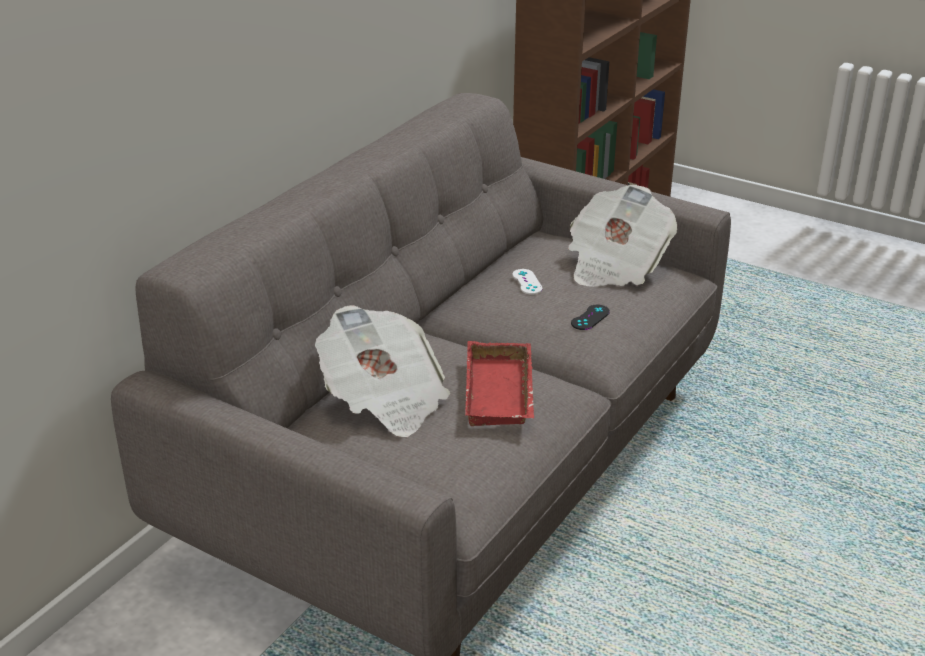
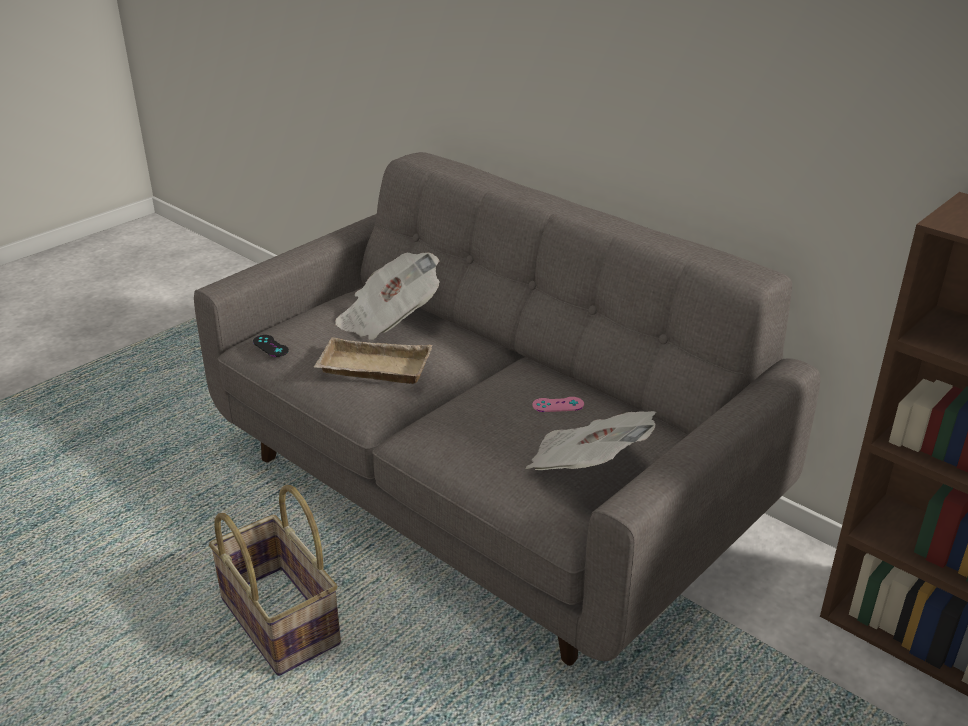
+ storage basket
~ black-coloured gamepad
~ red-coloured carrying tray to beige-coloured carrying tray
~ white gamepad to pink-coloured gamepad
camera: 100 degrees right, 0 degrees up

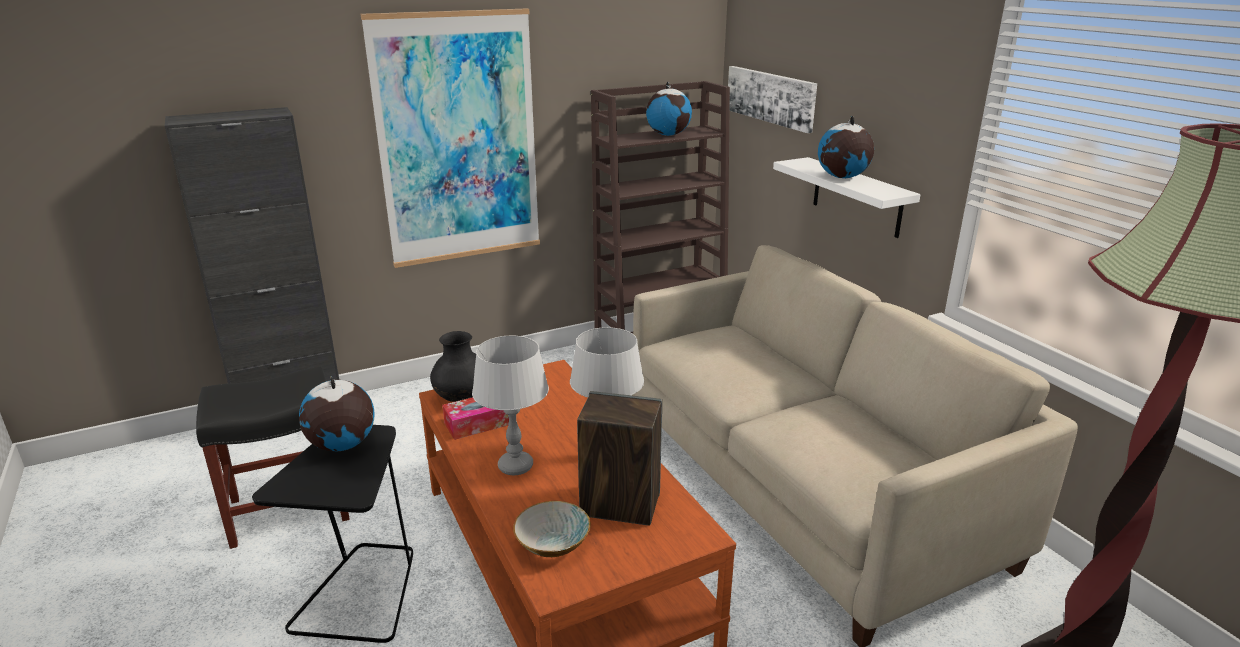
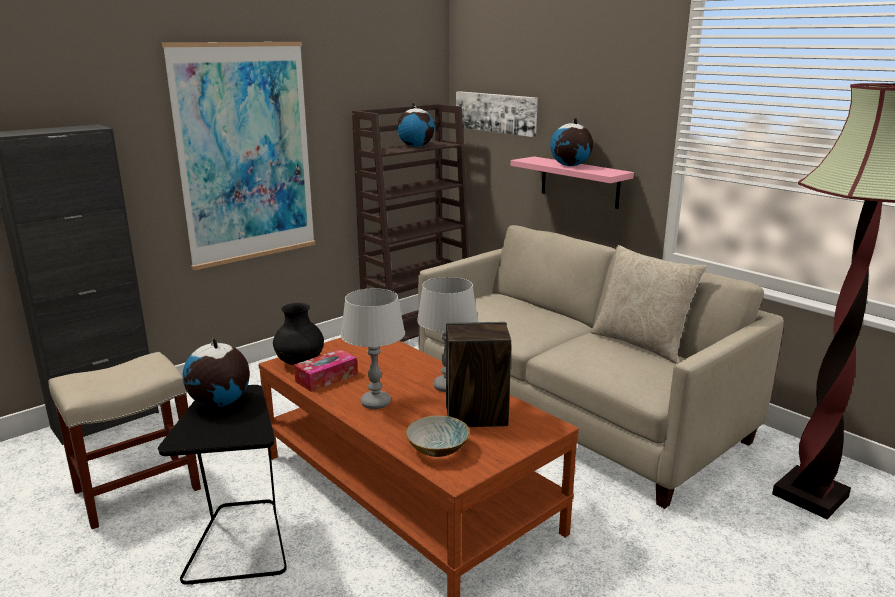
~ black-coloured stool seat to beige-coloured stool seat
~ white bracket shelf to pink-coloured bracket shelf
+ beige-coloured cushion
camera: 15 degrees left, 5 degrees down

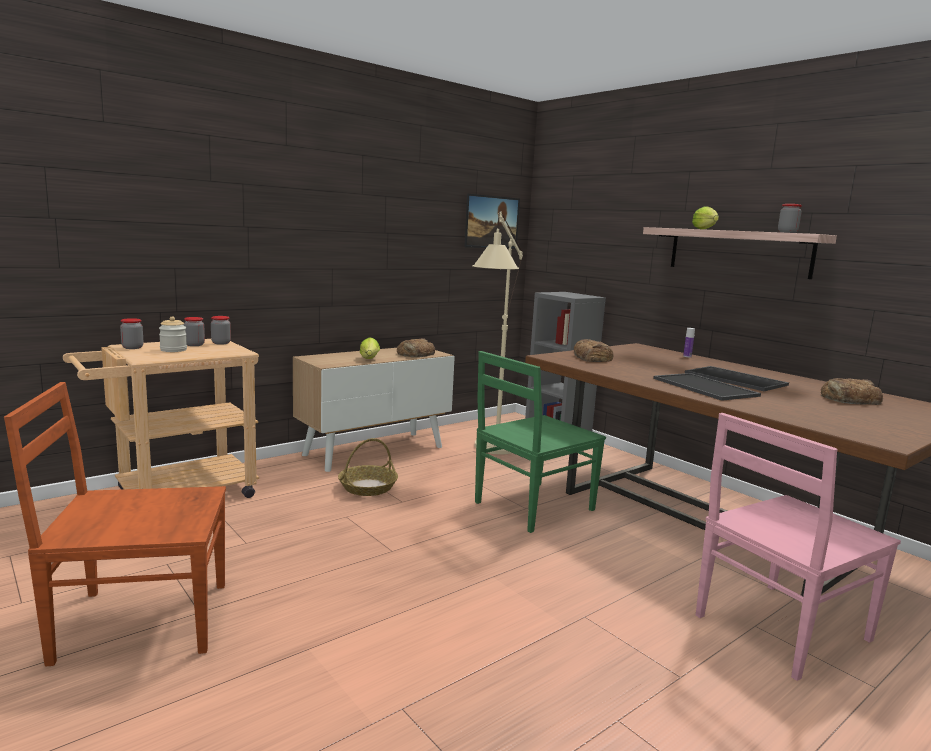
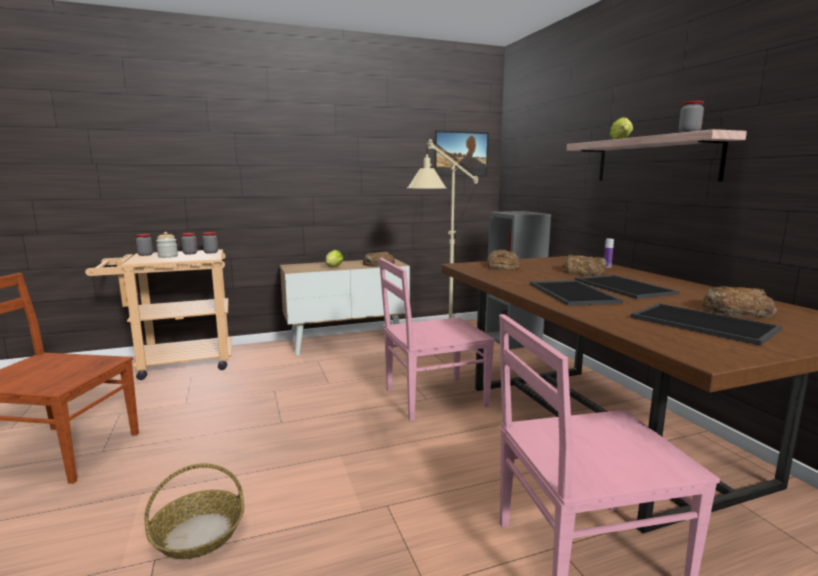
~ storage basket
~ greenish plain chair to pink-coloured plain chair (1st from left)
+ bread (3rd from left)
+ carrying tray (3rd from left)
camera: 20 degrees right, 0 degrees up

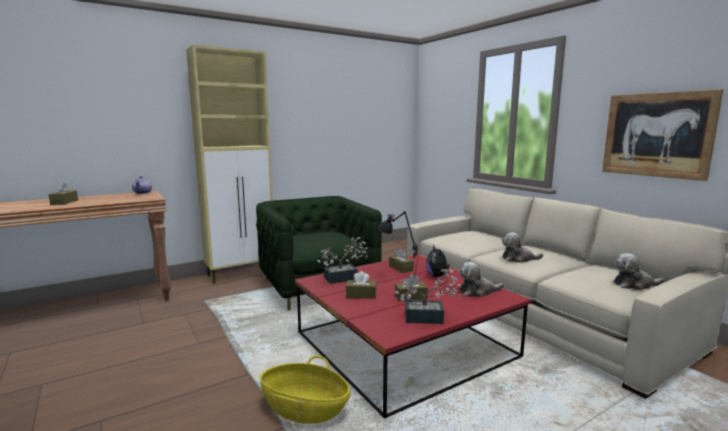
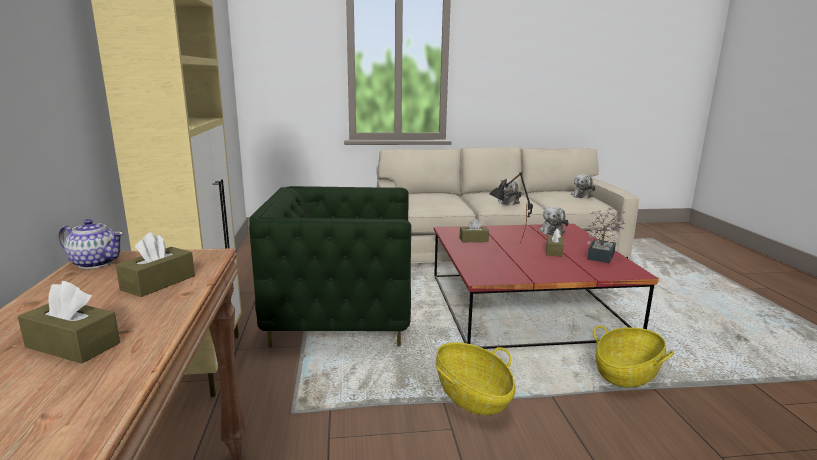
~ brownish box of tissues (2nd from left)
+ storage basket (1st from left)
- potted plant (1st from left)
- cuddly toy (1st from left)
- wall picture
camera: 65 degrees left, 5 degrees up

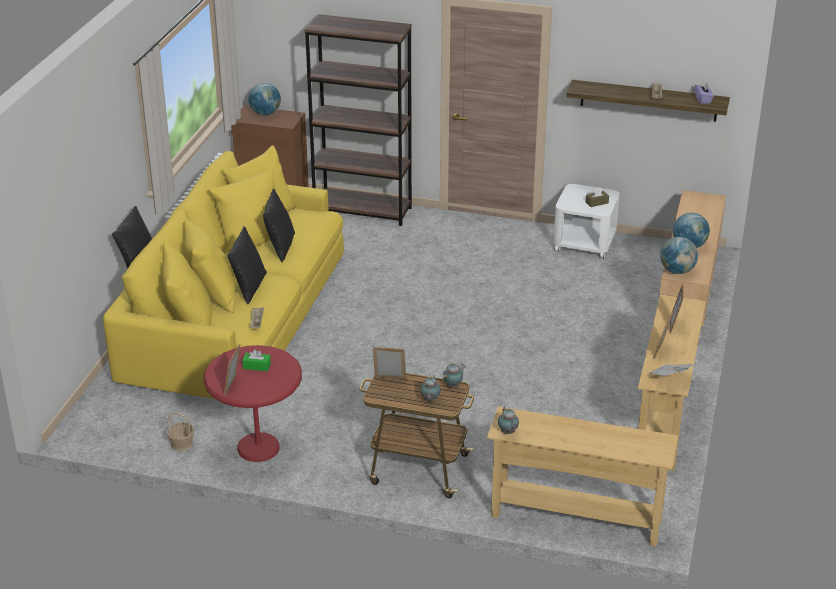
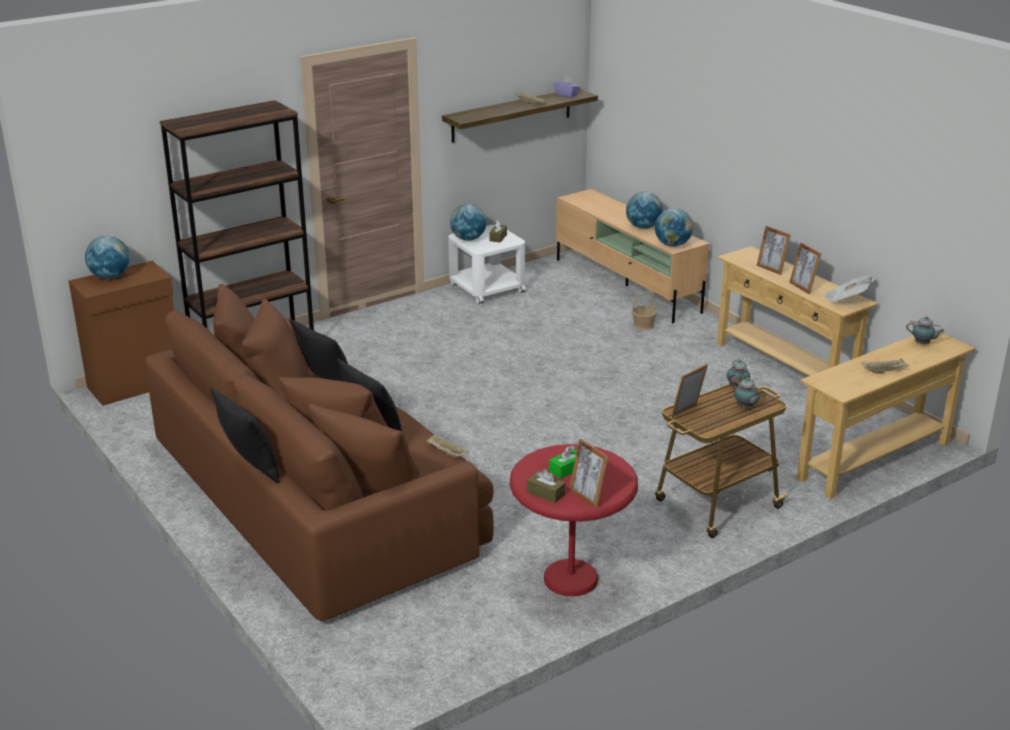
~ yellow-coloured couch to brownish couch
+ globe (2nd from left)
+ brownish box of tissues (2nd from left)
~ storage basket
+ beige-coloured carrying tray (3rd from left)
~ teapot (3rd from left)
camera: 50 degrees left, 5 degrees down

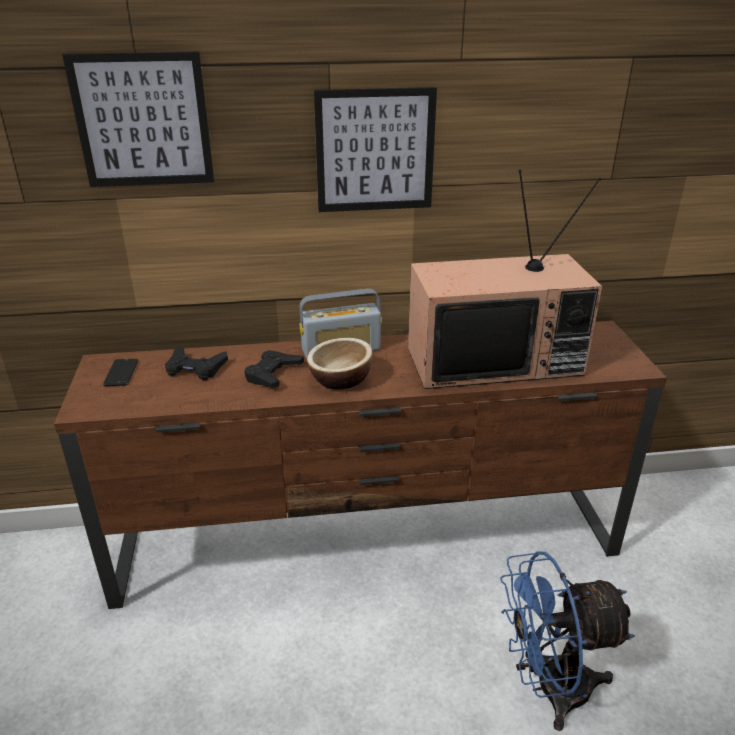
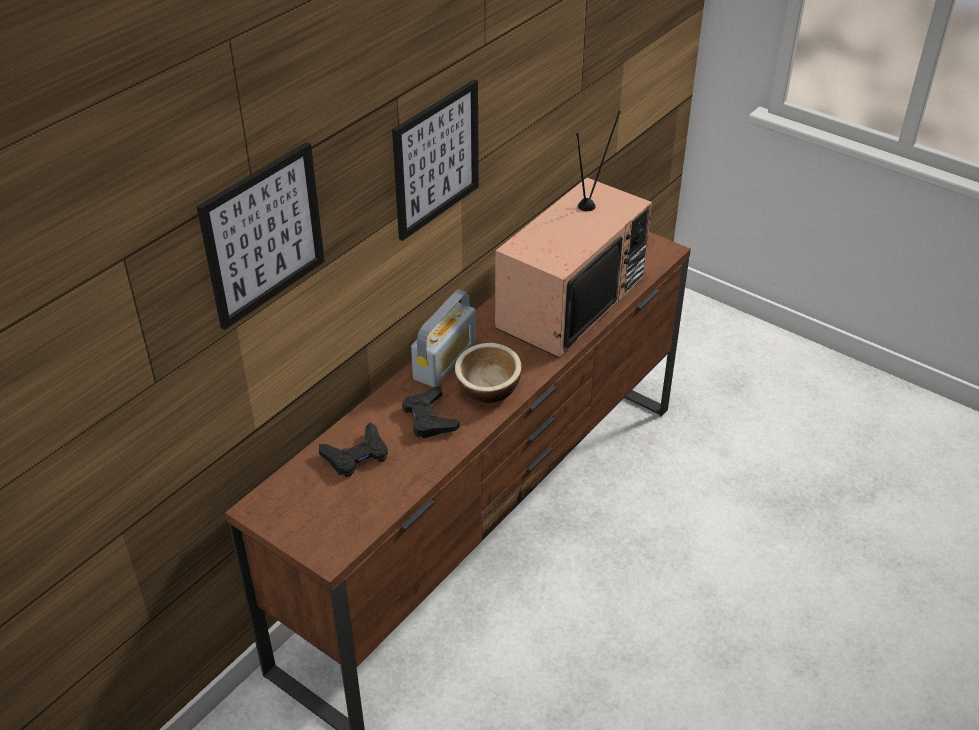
- handset
- bluish cooling fan
camera: 45 degrees left, 10 degrees up

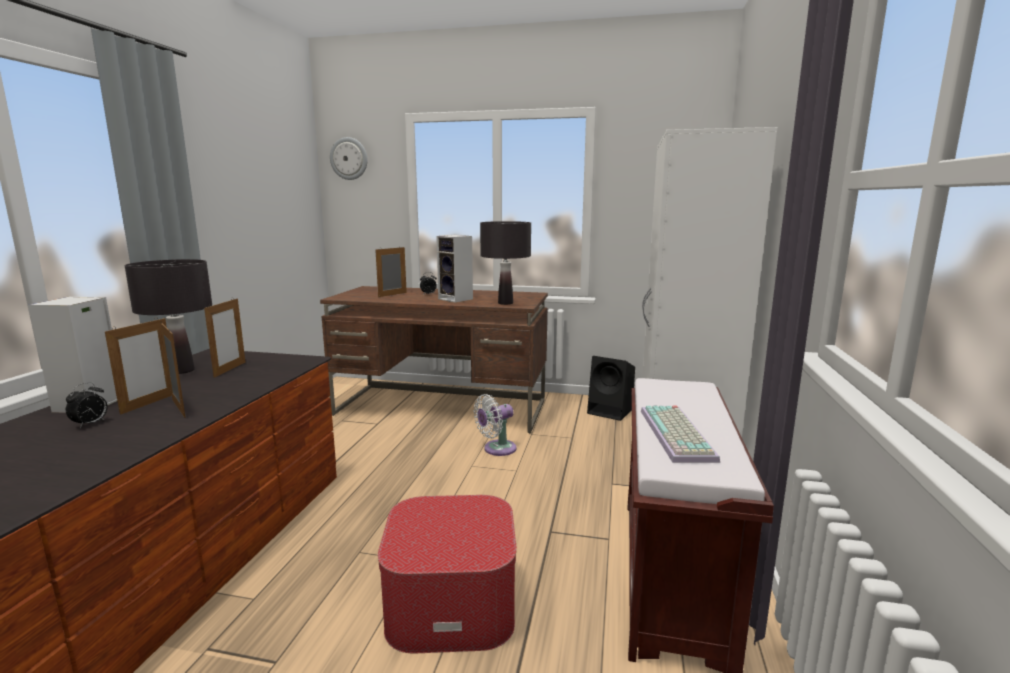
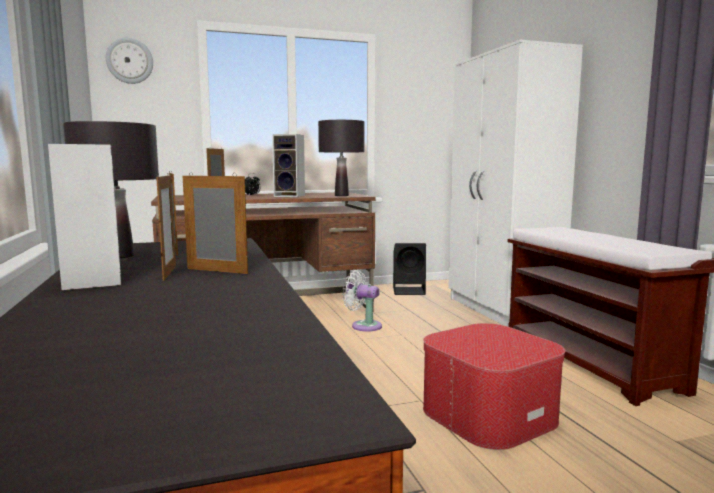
~ white cooling fan 90 degrees clockwise
- alarm clock (1st from left)
- keyboard
camera: 30 degrees left, 5 degrees down

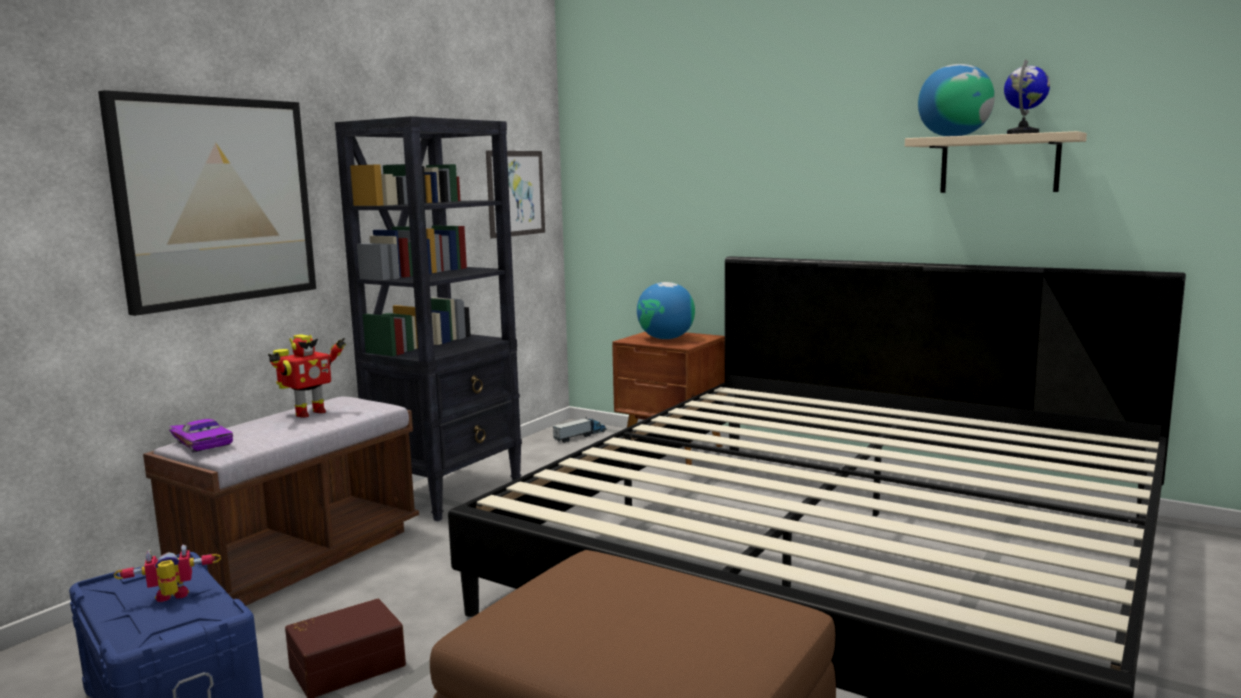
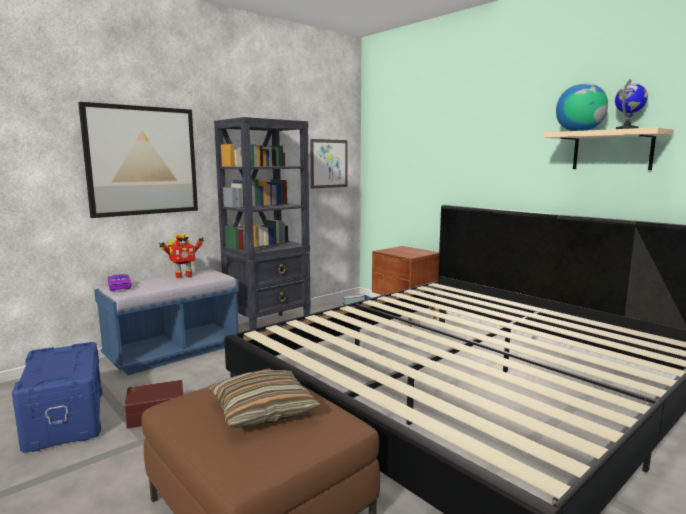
~ brownish long seat to bluish long seat
+ cushion
- robot figure (1st from left)
- globe (1st from left)
camera: 15 degrees right, 0 degrees up

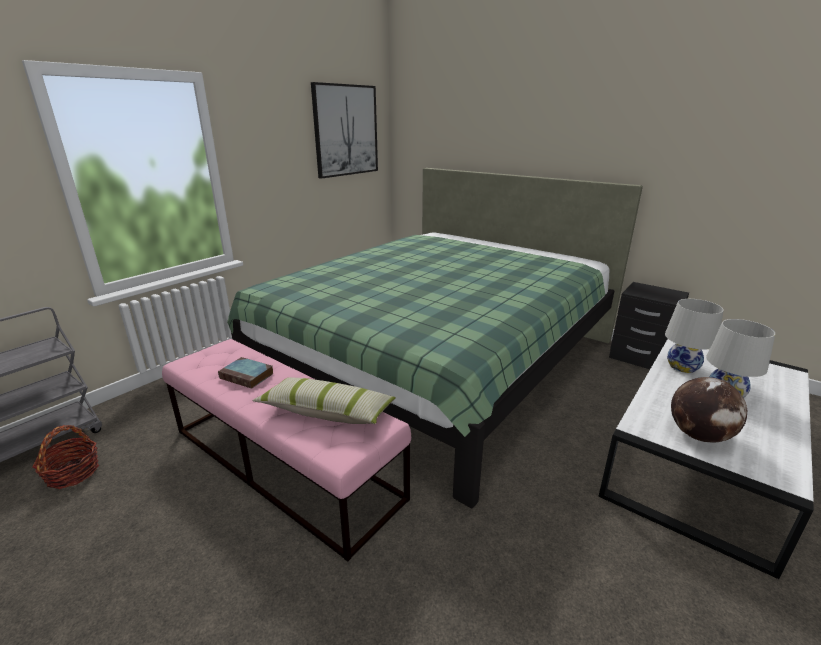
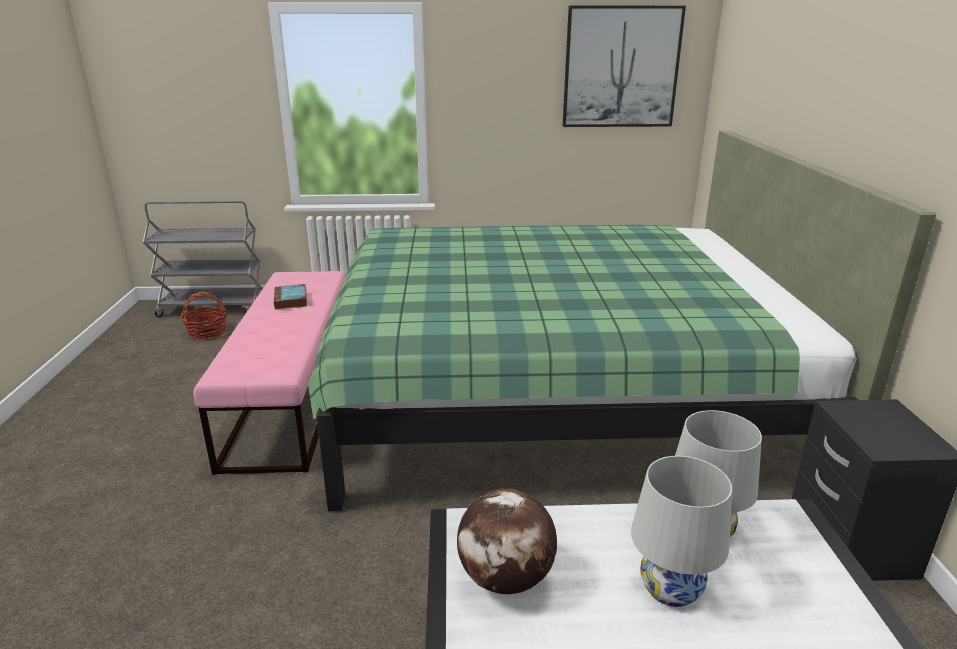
- cushion
camera: 50 degrees right, 0 degrees up

